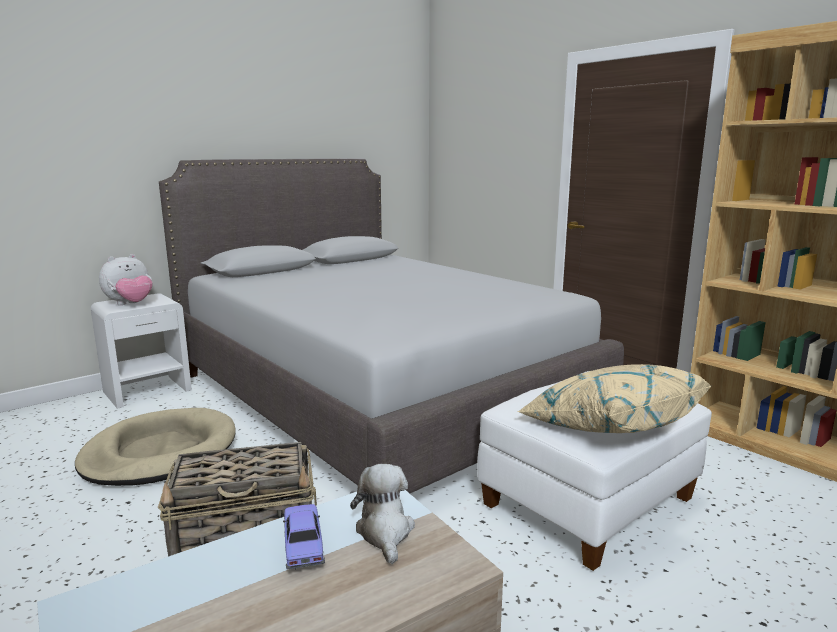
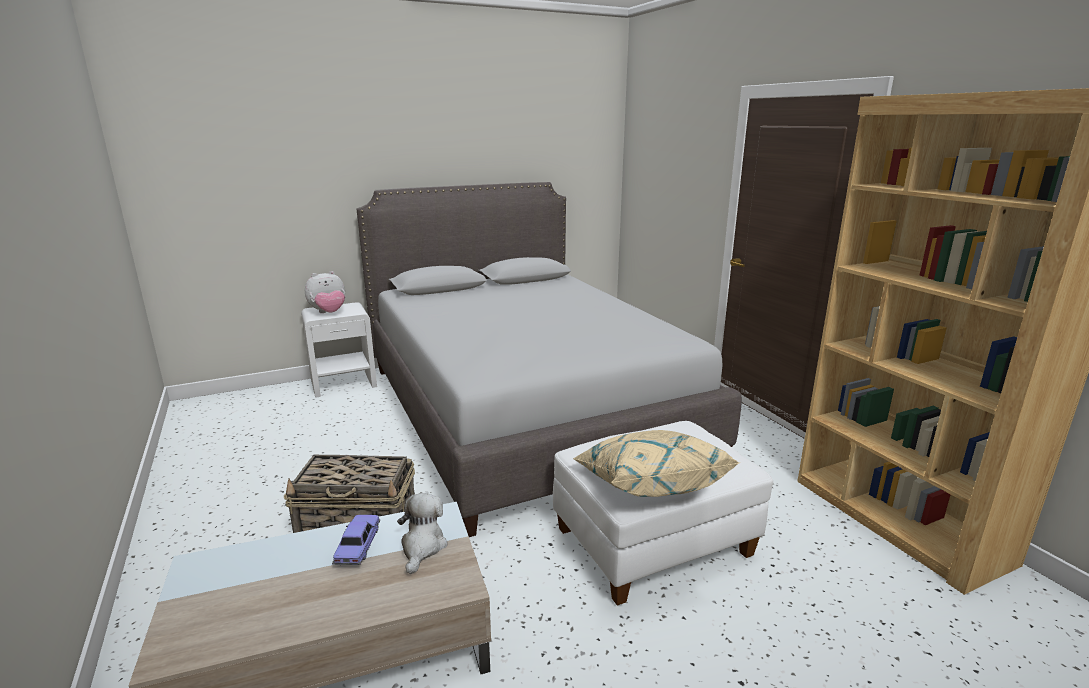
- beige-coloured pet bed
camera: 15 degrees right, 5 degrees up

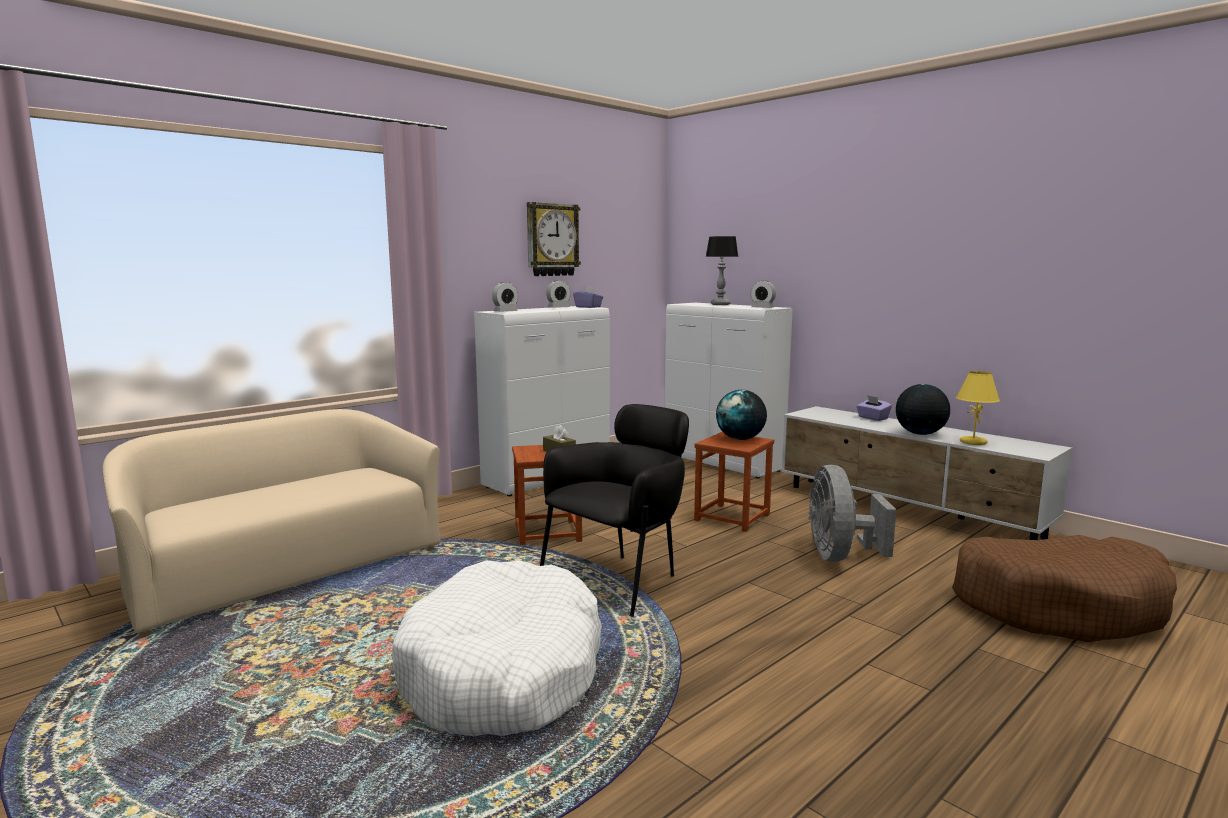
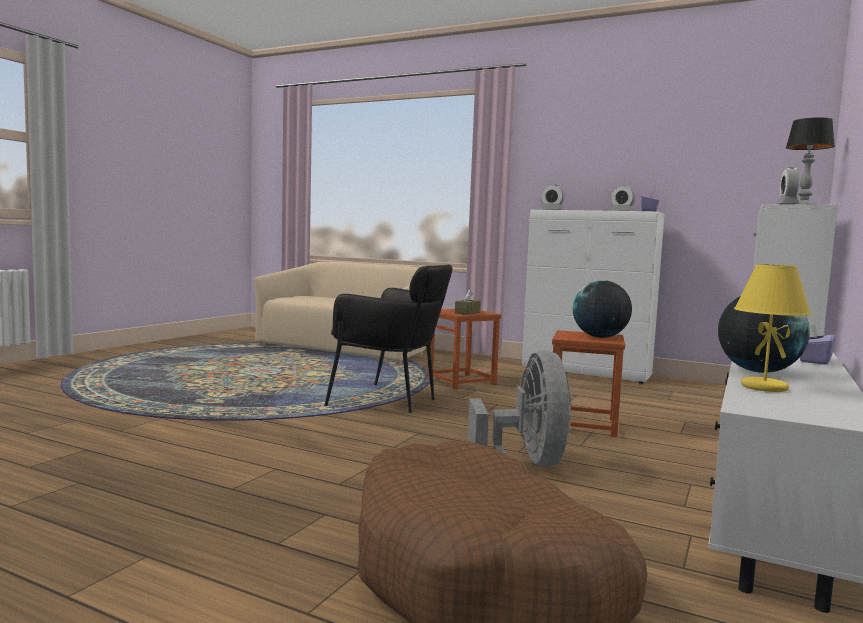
~ greyish cooling fan 105 degrees clockwise
- white pet bed
- hanging clock
camera: 70 degrees right, 5 degrees down

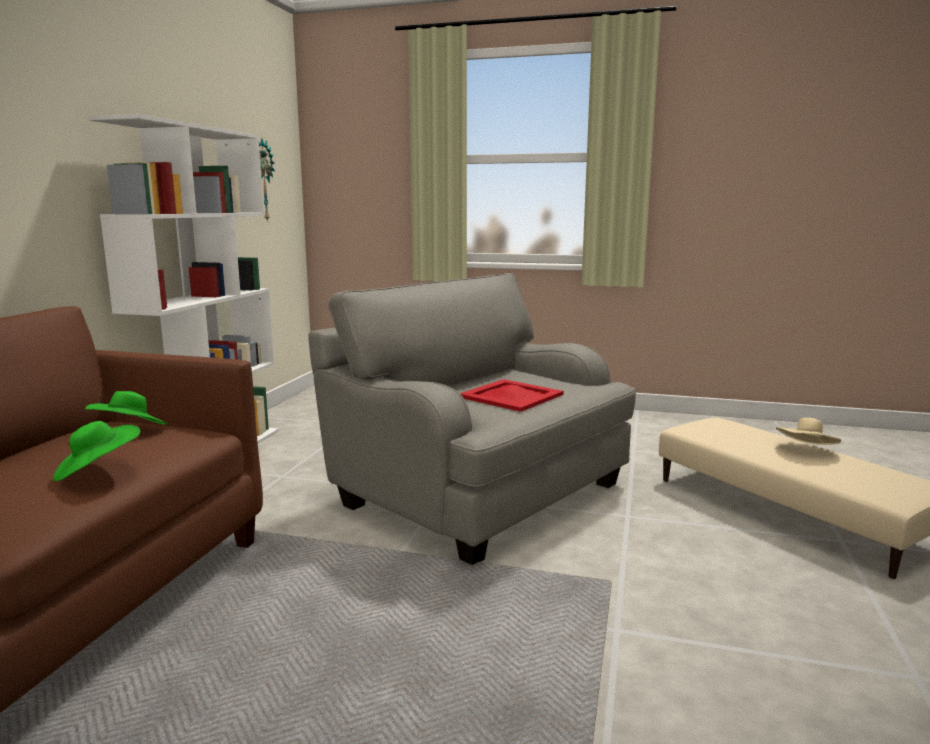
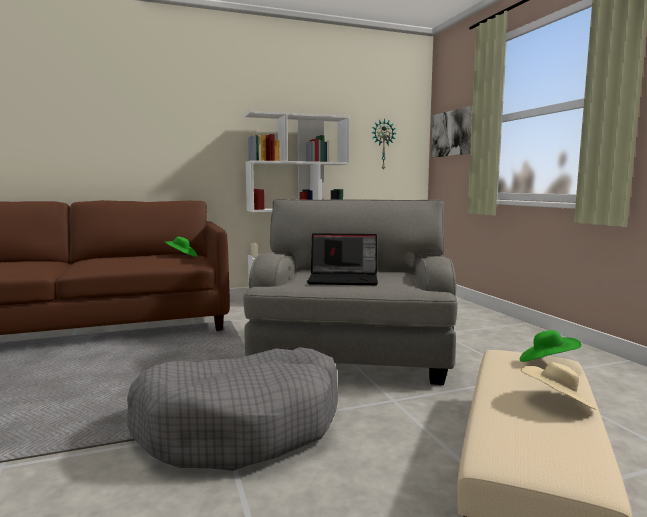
+ greyish pet bed
~ red-coloured carrying tray to laptop
+ wall picture
~ greenish wearable hat (1st from left in the first image) to greenish wearable hat (2nd from left)
camera: 55 degrees right, 5 degrees down

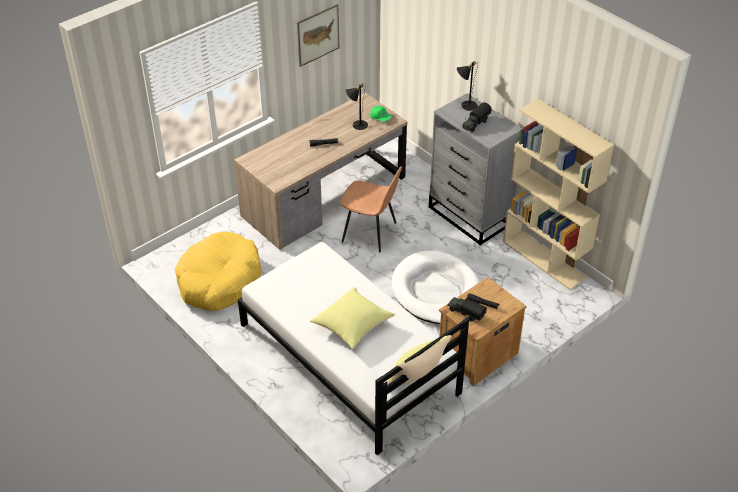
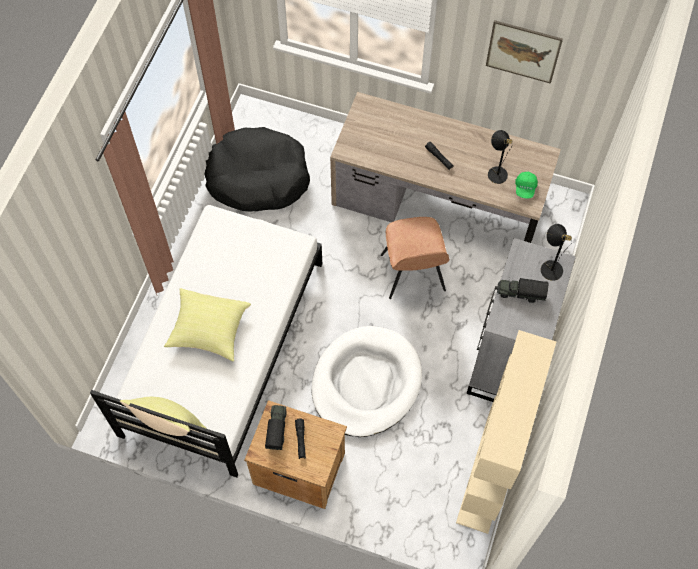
~ yellow-coloured pet bed to black-coloured pet bed
camera: 60 degrees right, 20 degrees up

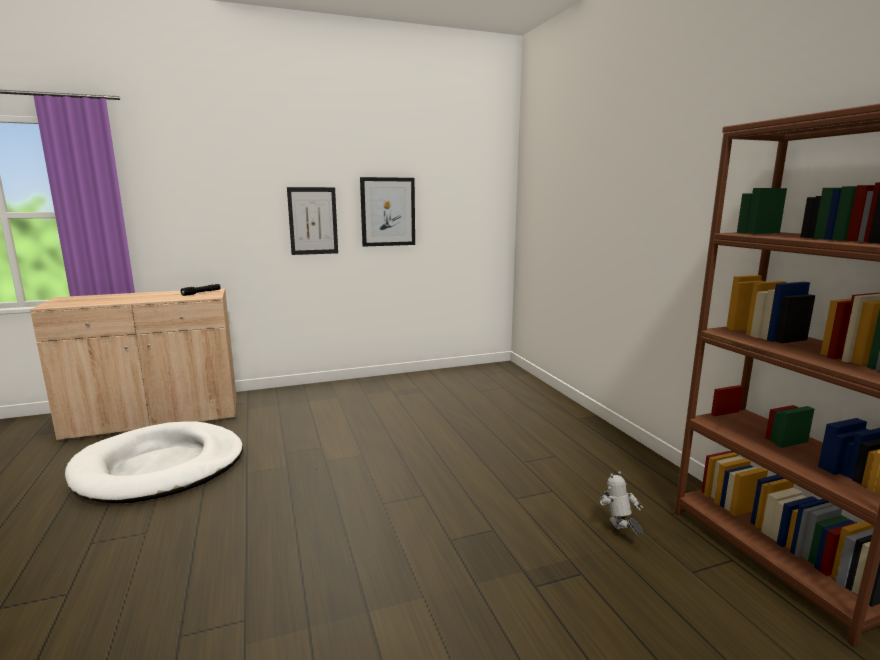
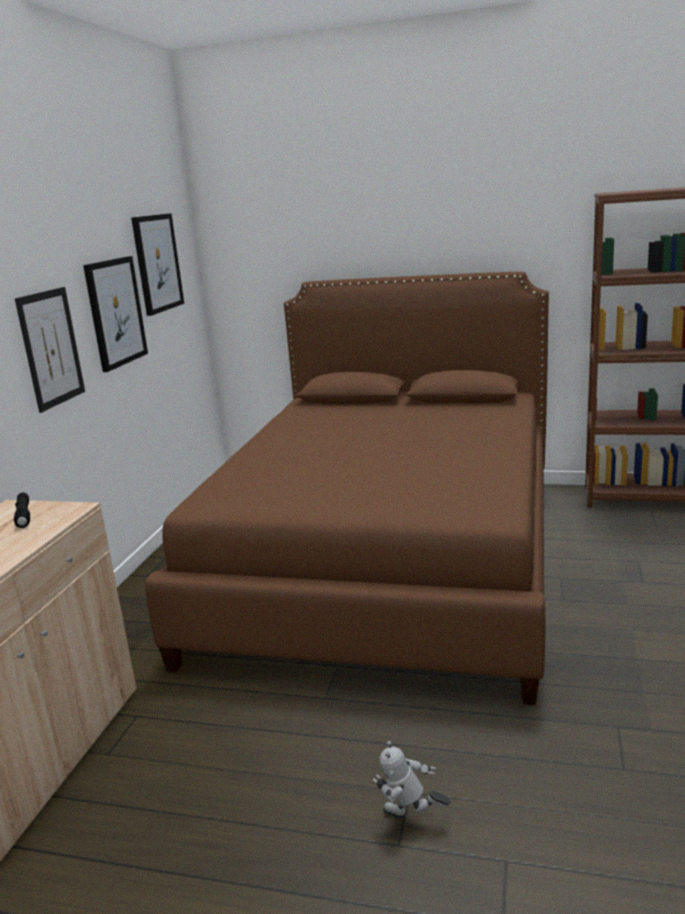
+ wall picture (3rd from left)
+ brownish bed
~ robot figure
- white pet bed
camera: 55 degrees left, 5 degrees up

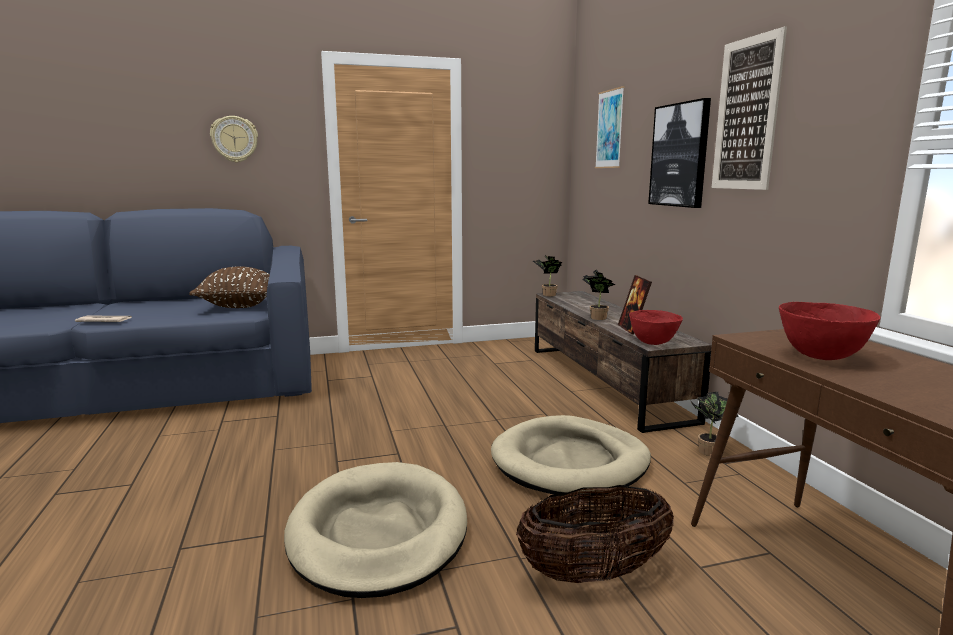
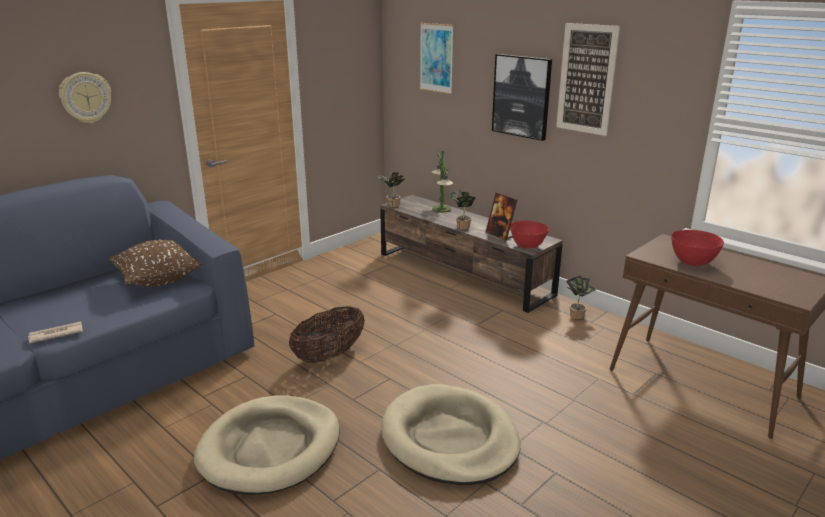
~ beige-coloured pet bed (2nd from left in the first image) to beige-coloured pet bed (1st from left)
~ storage basket
+ lamp for a table
camera: 30 degrees left, 10 degrees up

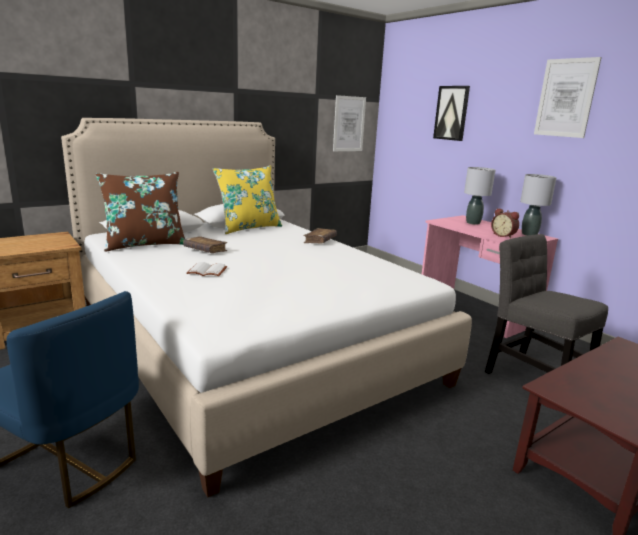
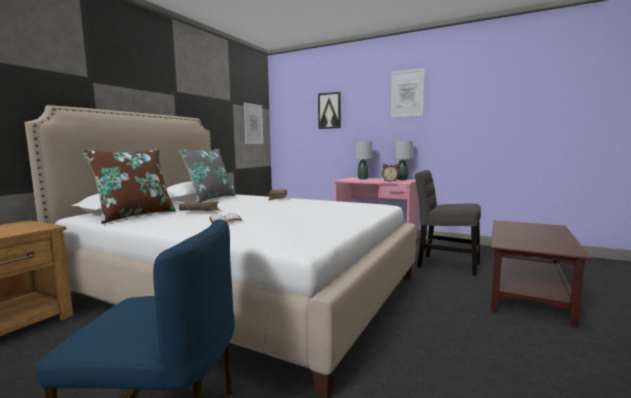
~ yellow-coloured cushion to greyish cushion
camera: 25 degrees left, 10 degrees down

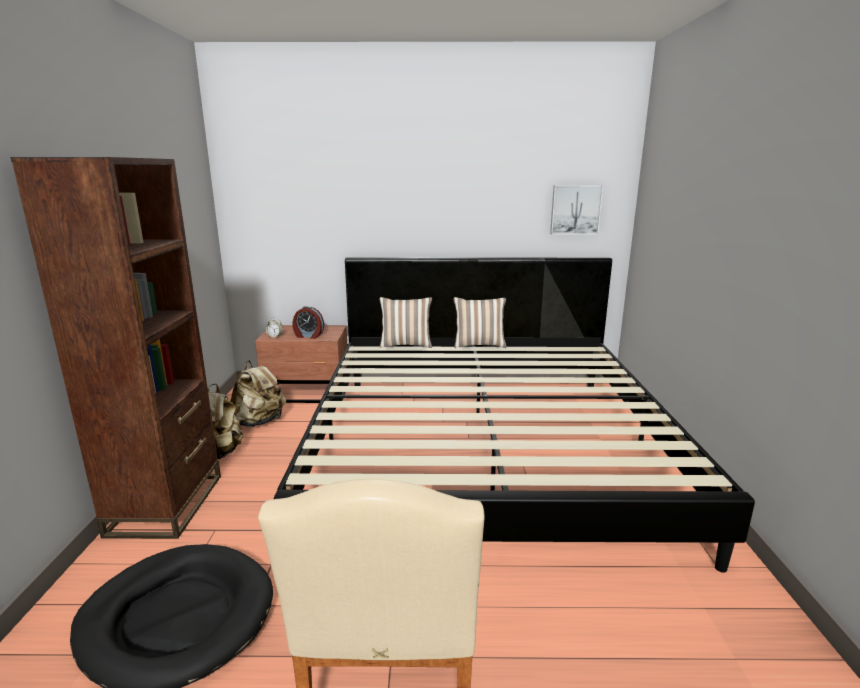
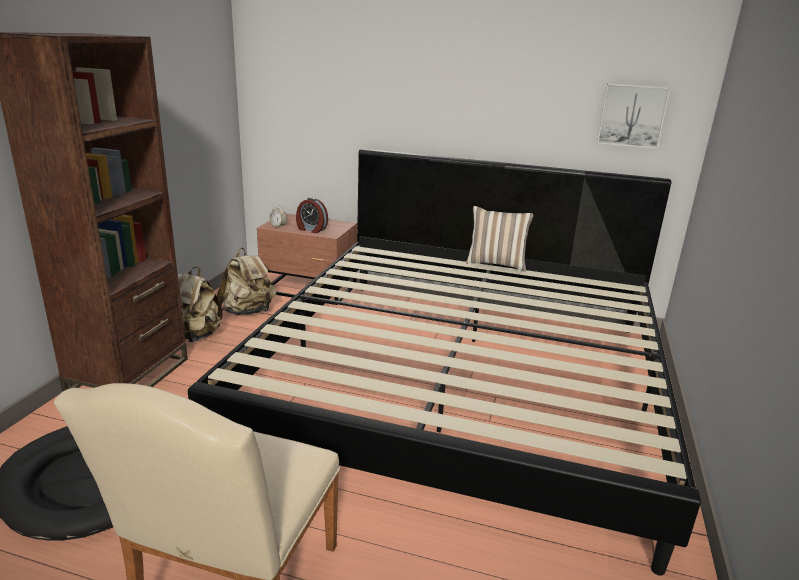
- cushion (1st from left)
camera: 15 degrees right, 5 degrees up

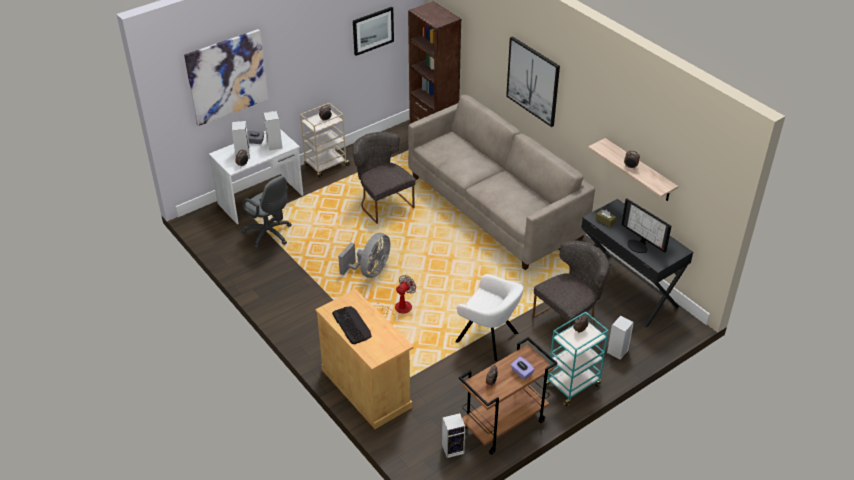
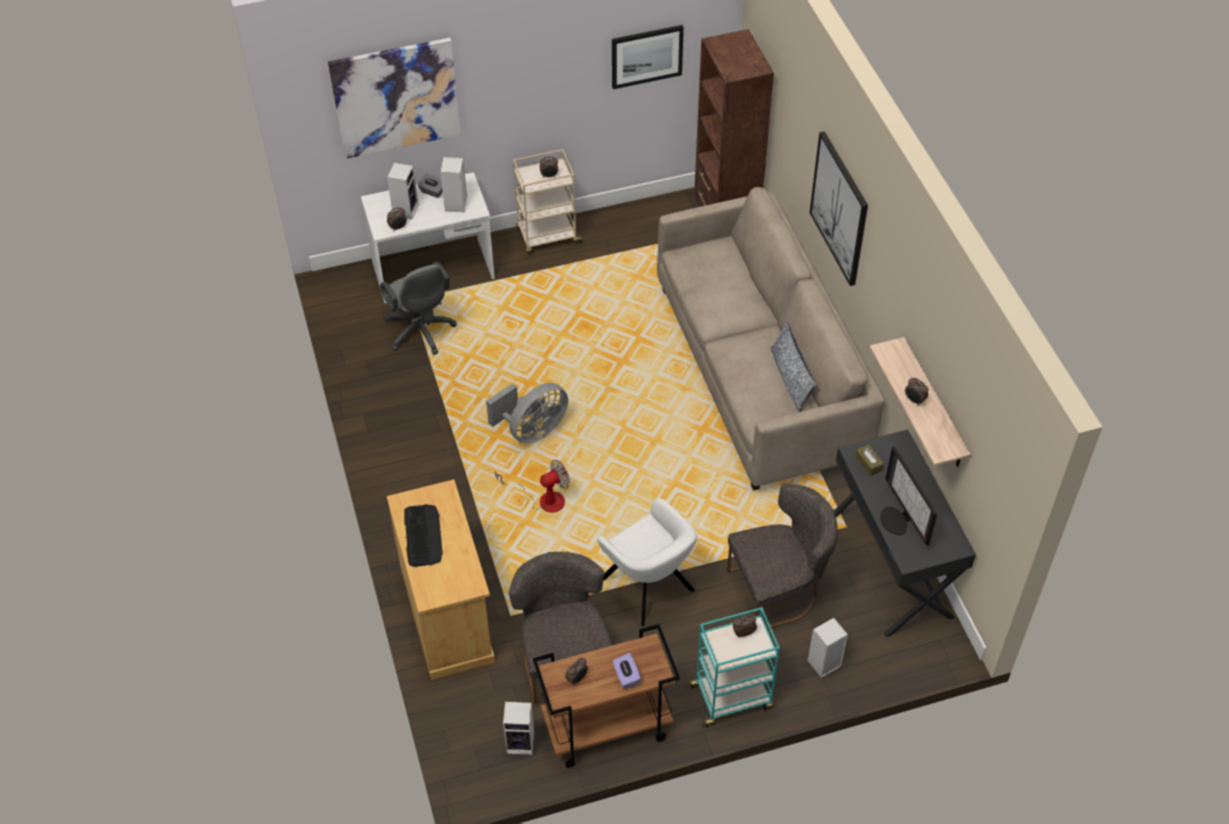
~ greyish plain chair (1st from left)
+ cushion
camera: 20 degrees right, 10 degrees up

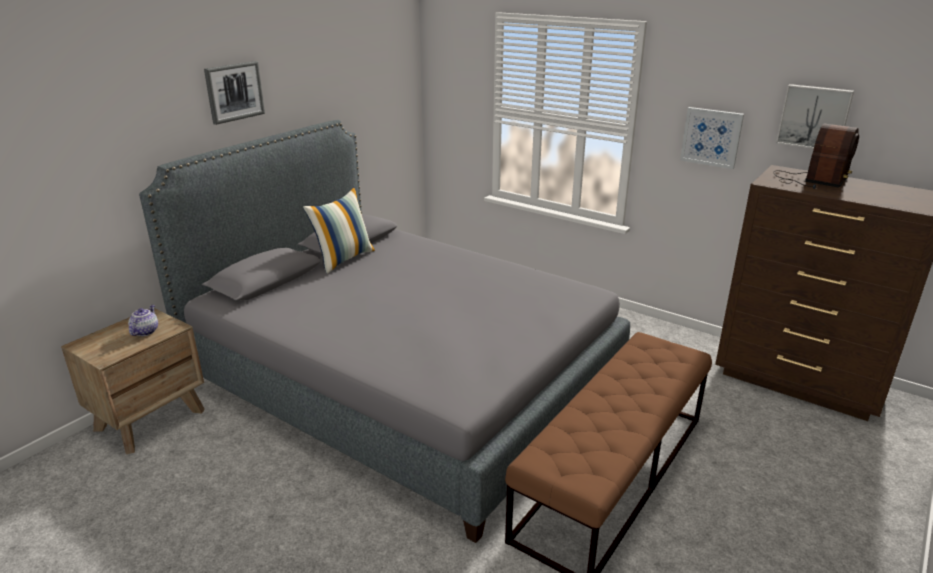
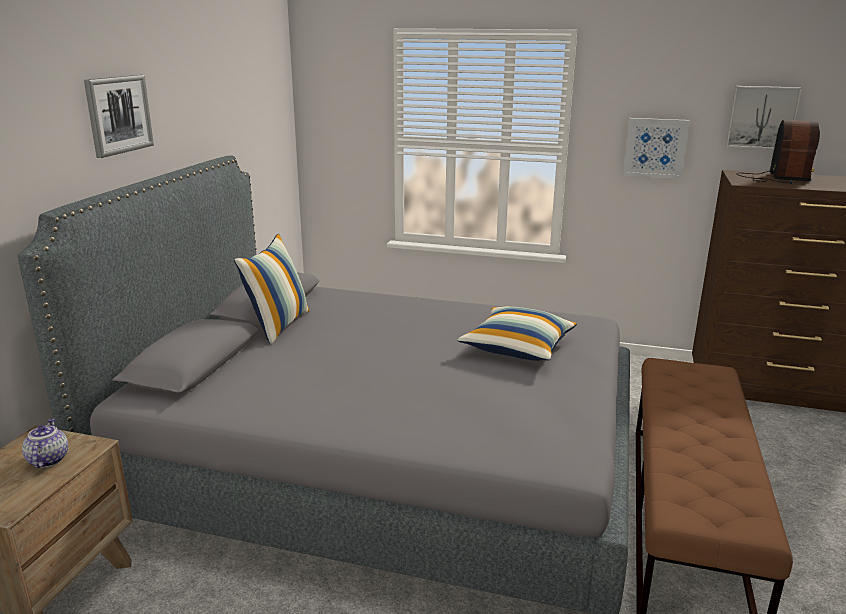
+ cushion (2nd from left)
camera: 20 degrees left, 5 degrees down

